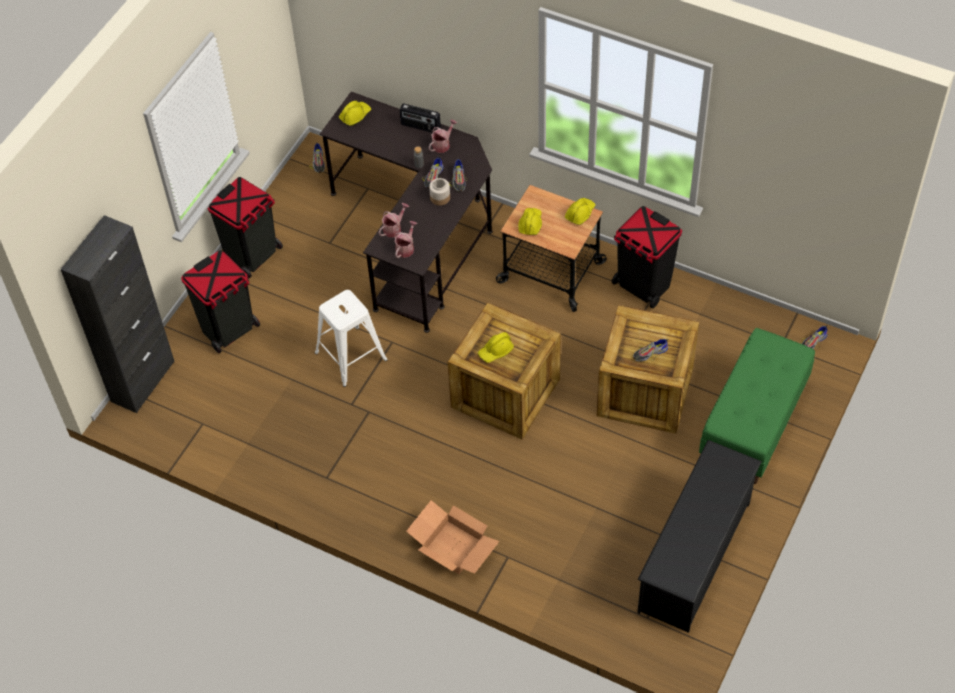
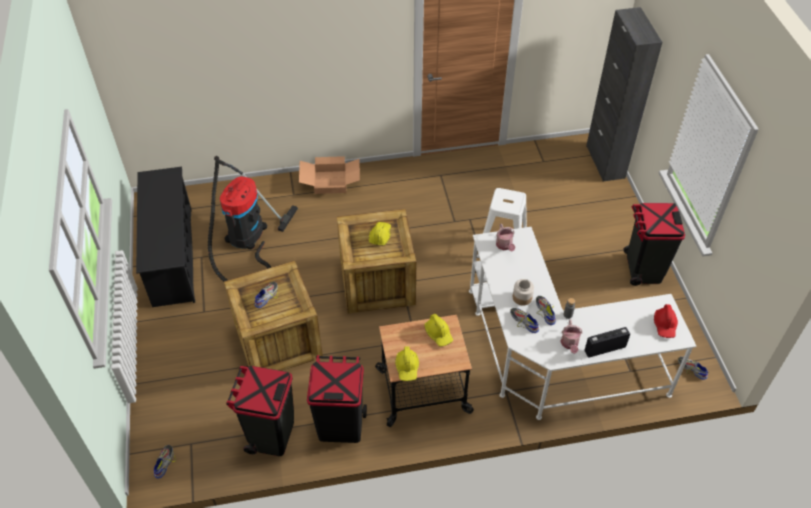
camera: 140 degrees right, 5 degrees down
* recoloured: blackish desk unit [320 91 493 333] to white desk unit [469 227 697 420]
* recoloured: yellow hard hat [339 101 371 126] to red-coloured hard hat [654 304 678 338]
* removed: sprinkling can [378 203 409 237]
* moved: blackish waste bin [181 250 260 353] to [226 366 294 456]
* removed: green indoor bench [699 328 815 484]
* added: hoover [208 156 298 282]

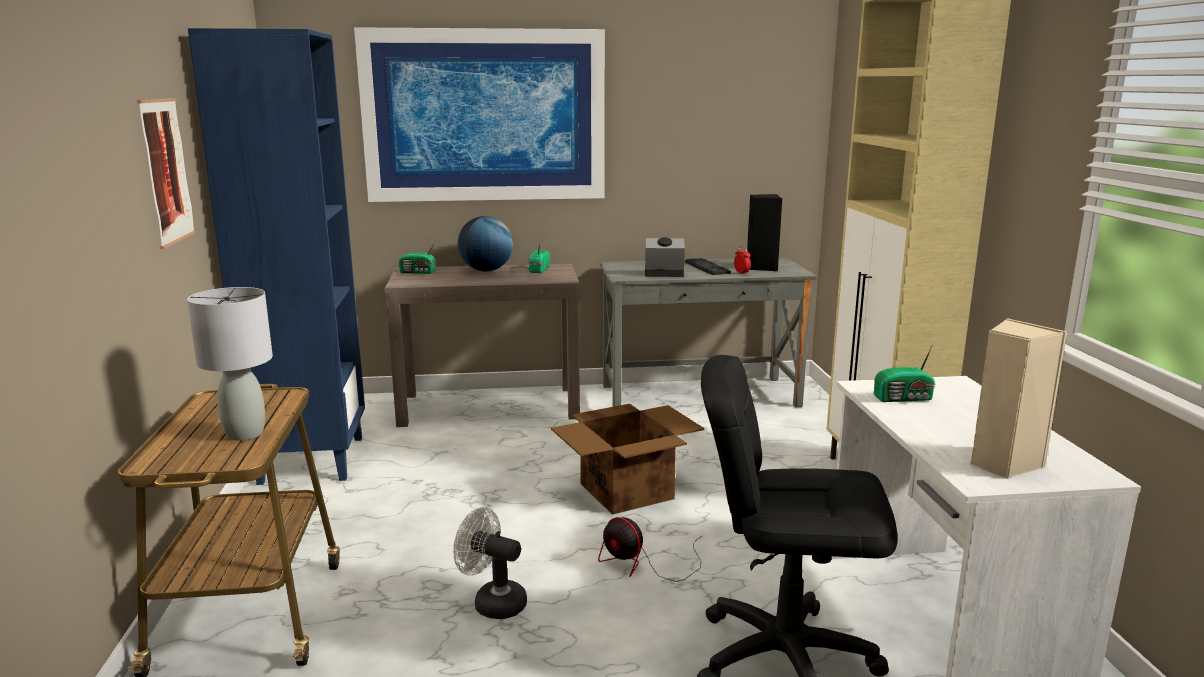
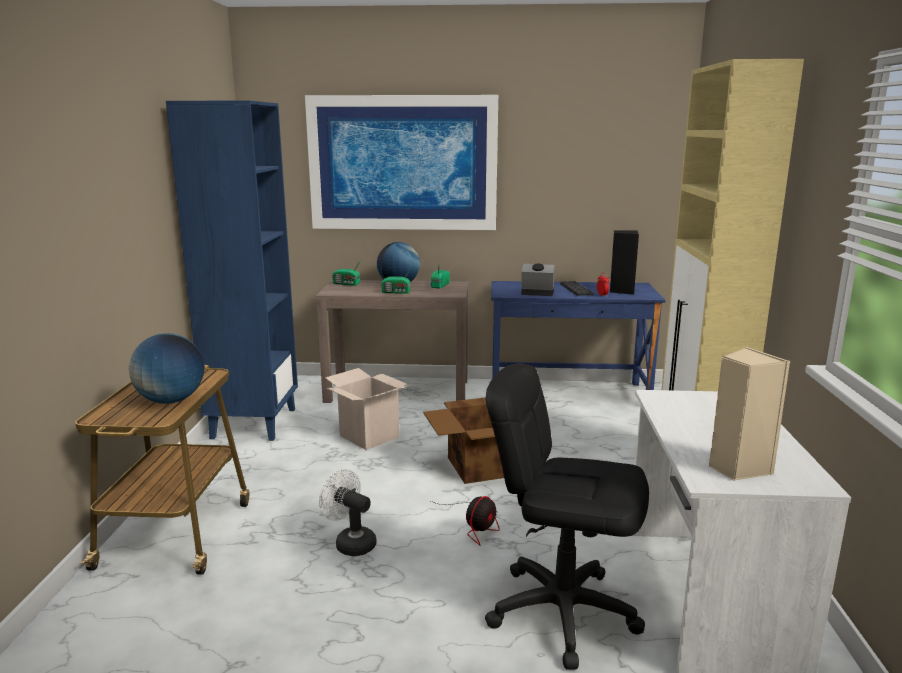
camera: 10 degrees right, 0 degrees up
* removed: picture [137 98 196 249]
* recoloured: gray desk unit [600 257 817 407] to blue desk unit [491 281 666 390]
* replaced: gray table lamp [187 287 273 441] to world globe [129 333 204 404]
* moved: radio set [874 344 935 402] to [381 265 412 294]
* turned: fan [598 517 703 582] = [431 496 500 546] 105 degrees counterclockwise
* added: packing box [325 368 409 450]

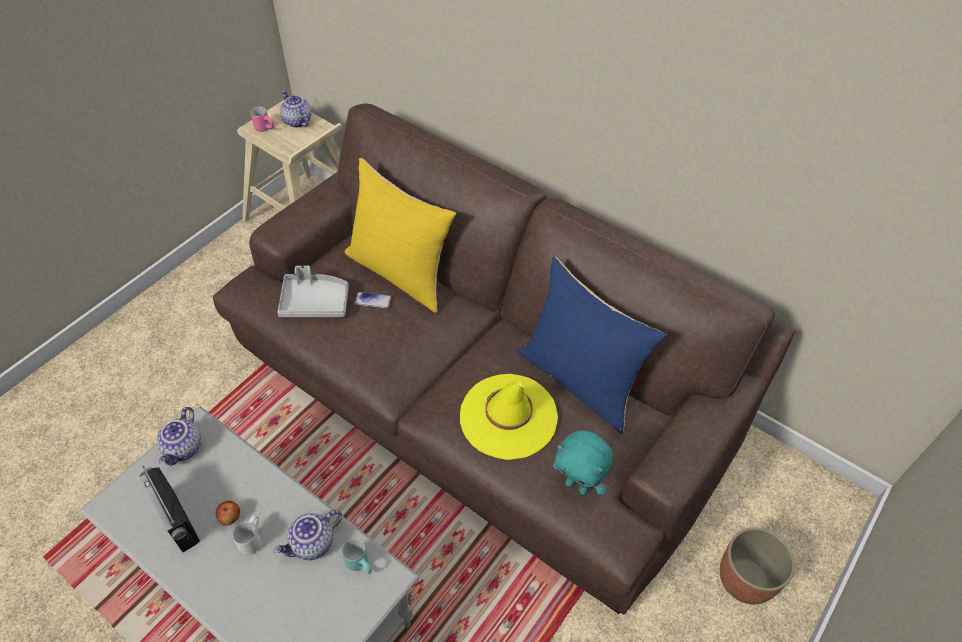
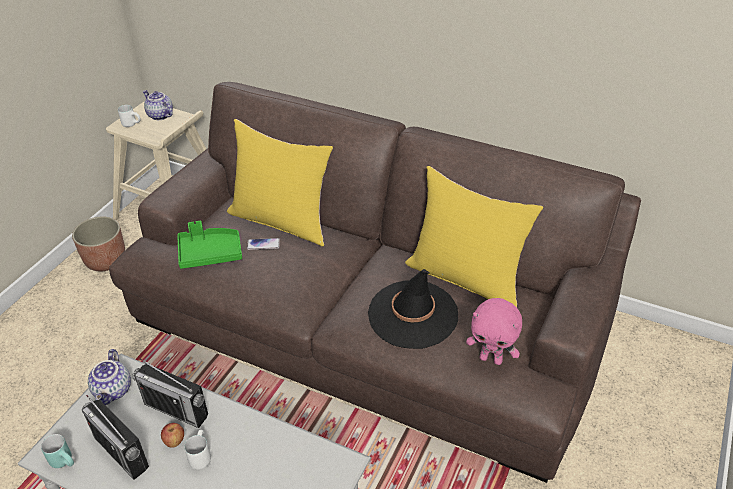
camera: 10 degrees left, 10 degrees down
* recoloured: pinkish coffee mug [251 107 274 132] to white coffee mug [118 105 141 127]
* recoloured: blue pillow [518 257 667 434] to yellow pillow [405 166 543 307]
* recoloured: gray serving tray [277 266 349 317] to green serving tray [177 221 242 269]
* recoloured: yellow clothing hat [460 374 558 460] to blackish clothing hat [368 269 458 349]
* recoloured: blue-green cuddly toy [553 430 613 495] to pinkish cuddly toy [466 298 522 365]
* removed: teapot [273 510 342 560]
* moved: planter [720 527 795 605] to [72 217 125 271]
* moved: blue-green coffee mug [342 538 372 574] to [41 434 74 468]
* added: radio set [132 358 208 428]

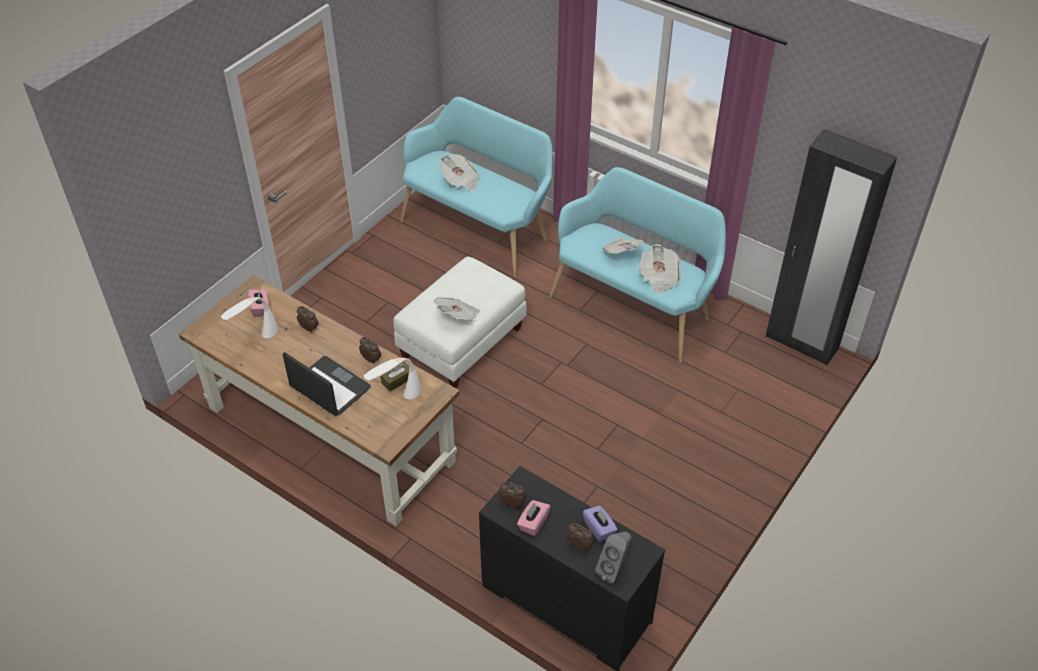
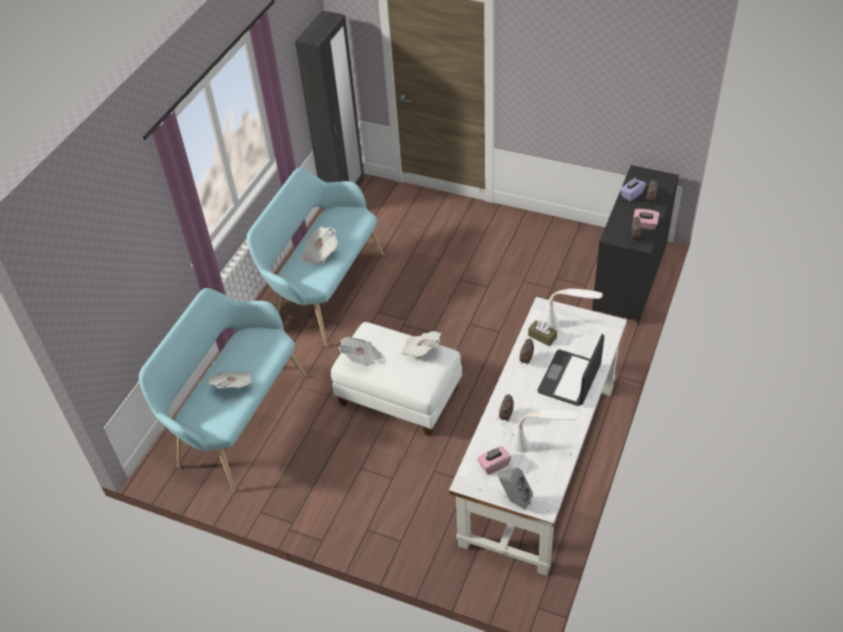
camera: 100 degrees left, 0 degrees up
* moved: daily paper [639 244 681 294] to [338 337 385 366]
* recoloured: brownish desk unit [179 275 460 526] to white desk unit [449 297 627 576]
* moved: gray speaker [595 532 632 584] to [499 468 533 510]

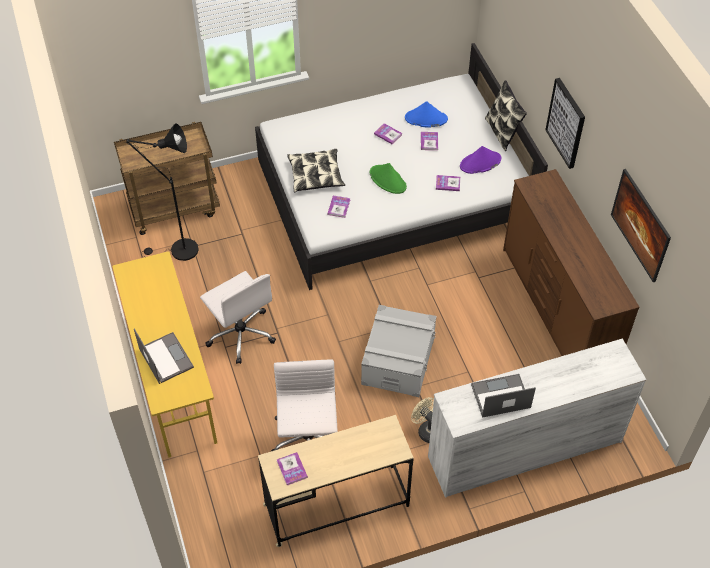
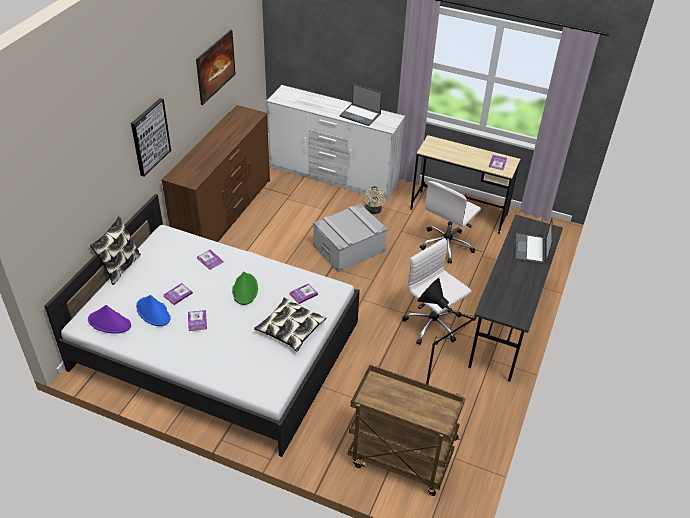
camera: 140 degrees left, 10 degrees down
* moved: purplish clothing hat [460 146 501 174] to [88 305 131 334]
* recoloured: yellow desk unit [112 251 217 457] to gray desk unit [468 215 563 382]
* turned: white desk chair [200 271 276 364] = [402 238 472 345] 45 degrees counterclockwise

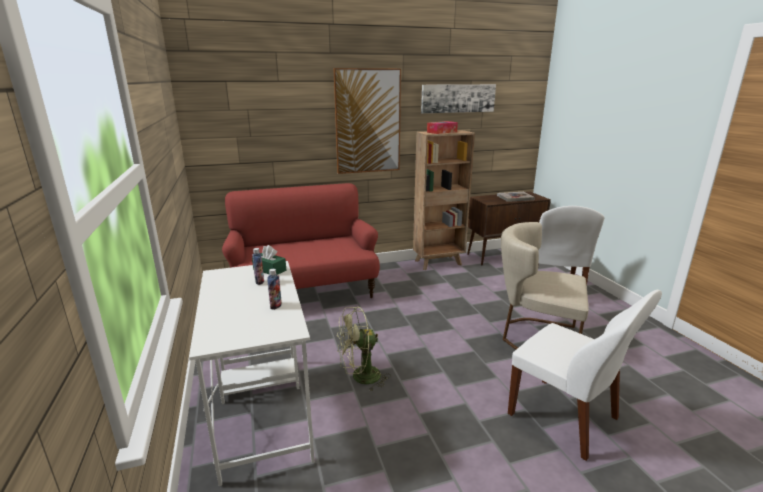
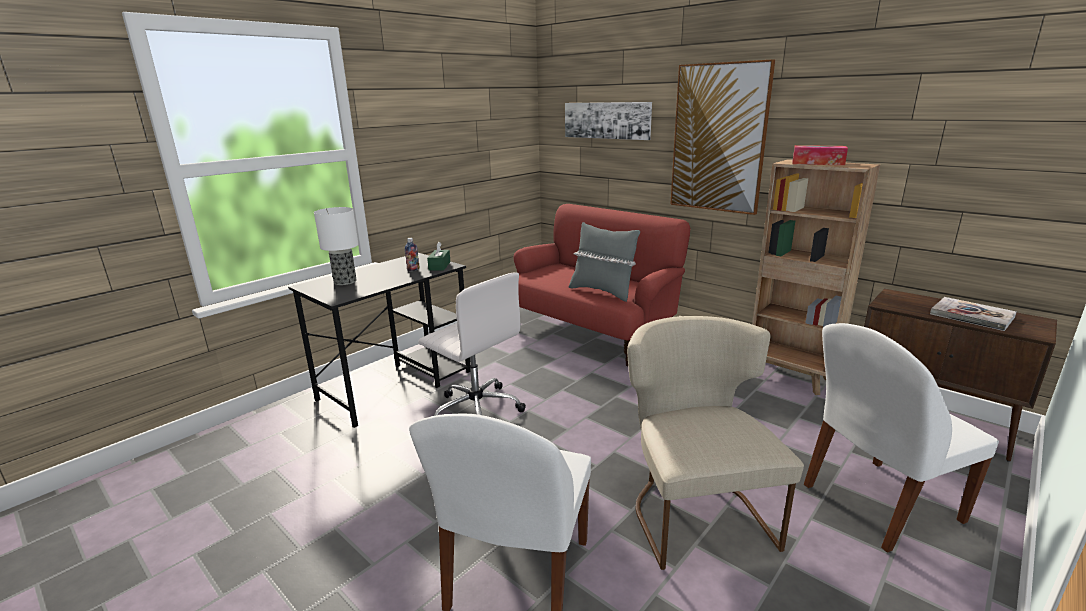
camera: 60 degrees right, 0 degrees up
* moved: picture [421 84 496 113] to [565 102 652 140]
* recoloured: white desk unit [189 261 315 486] to blackish desk unit [288 253 470 428]
* removed: beverage bottle [267 269 282 310]
* replaced: green fan [337 307 391 392] to white desk chair [418 272 526 416]
* added: table lamp [314 207 358 285]
* added: gray pillow [569 222 640 302]

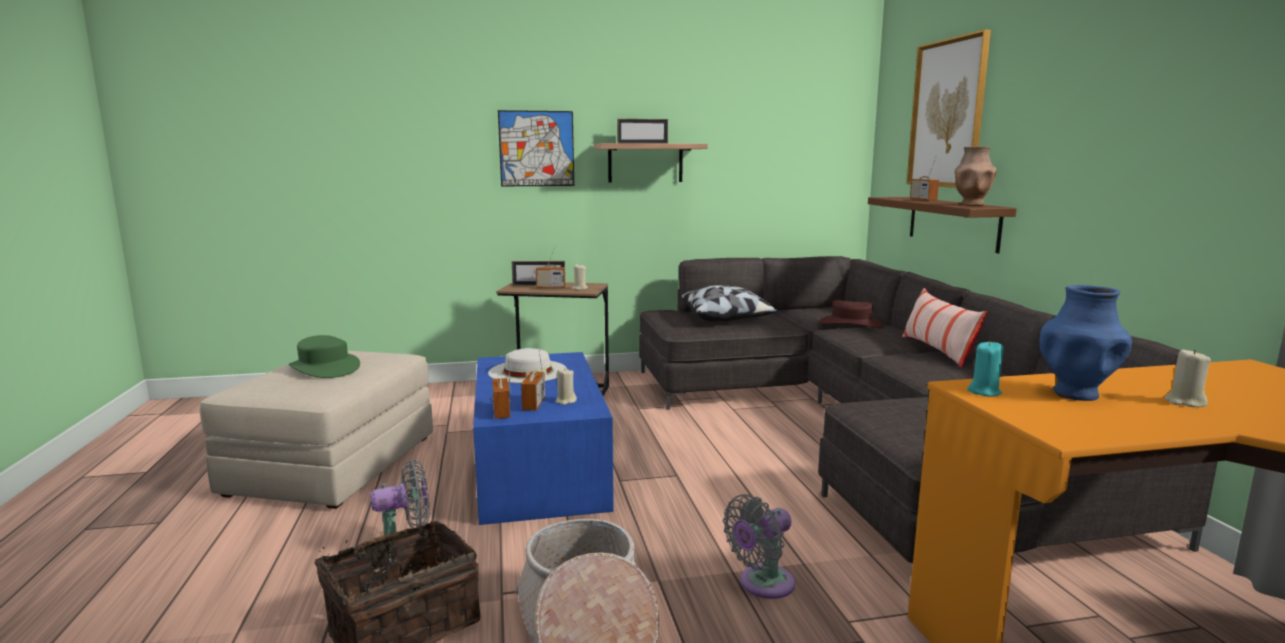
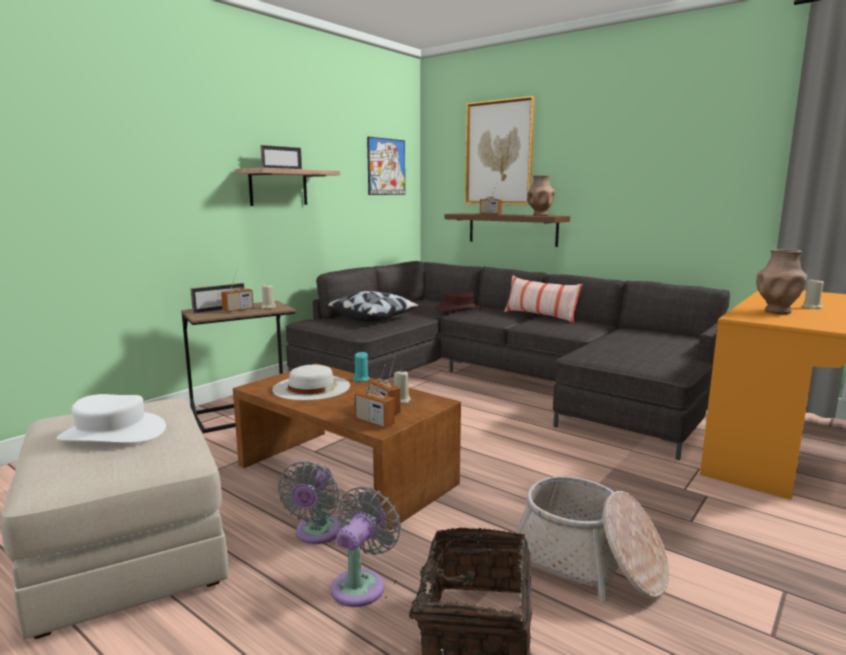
camera: 40 degrees left, 0 degrees up
* moved: picture [498 110 574 186] to [367 137 405 195]
* recoloured: blue vase [1040 285 1132 401] to brownish vase [756 249 807 314]
* recoloured: green clothing hat [289 335 360 378] to white clothing hat [57 394 166 443]
* moved: blue-green candle [967 341 1004 396] to [353 352 370 382]
* recoloured: blue coffee table [473 352 614 525] to brownish coffee table [233 363 461 531]
* moved: gray fan [723 494 795 599] to [278 461 342 544]

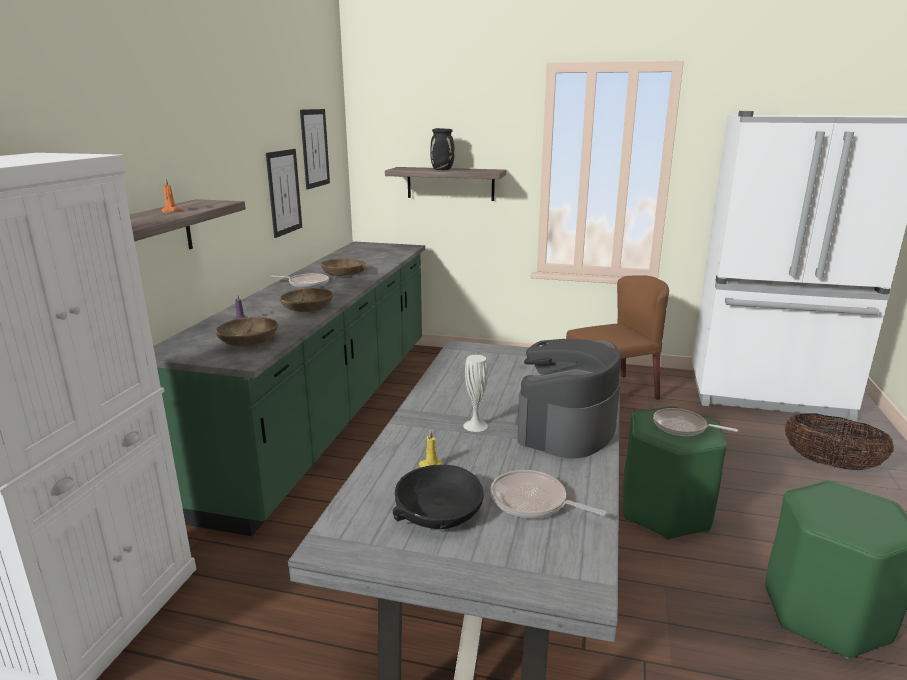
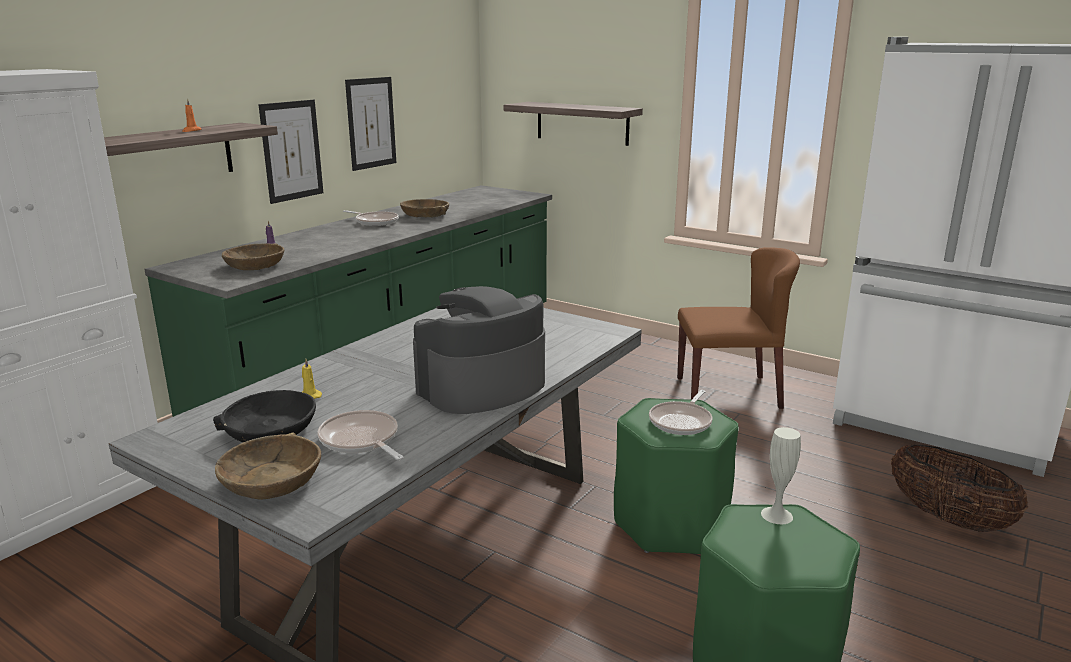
camera: 20 degrees right, 0 degrees up
* moved: picture [300 109 330 190] to [258 100 323 204]
* removed: blackish vase [431 128 455 170]
* moved: brownish bowl [280 288 333 312] to [215 432 321 500]
* moved: white vase [463 355 488 432] to [761 427 801 524]
* turned: pan [653 408 738 436] = [649 390 713 435] 105 degrees counterclockwise

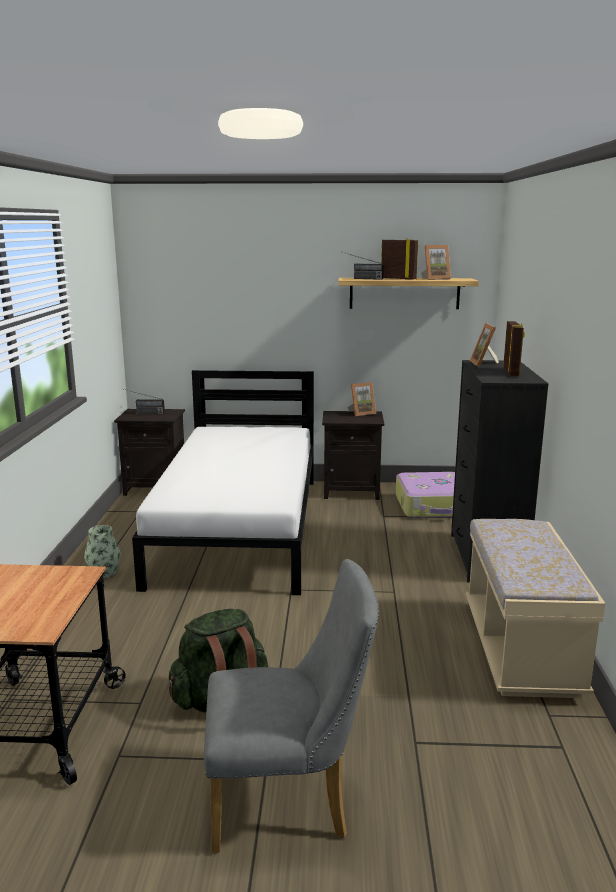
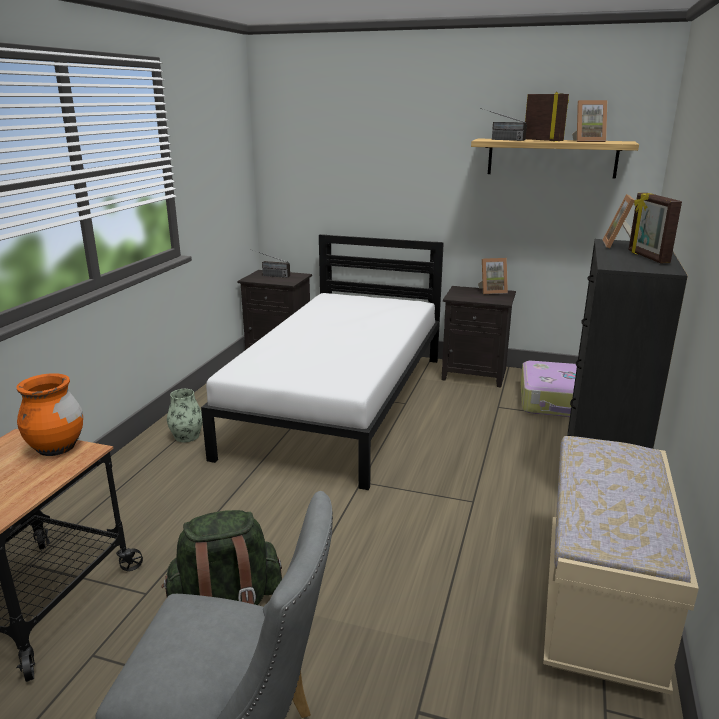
camera: 15 degrees right, 5 degrees up
* turned: photo frame [503 321 525 376] = [628 193 682 263] 150 degrees clockwise
* added: orange-coloured vase [17 373 83 456]

